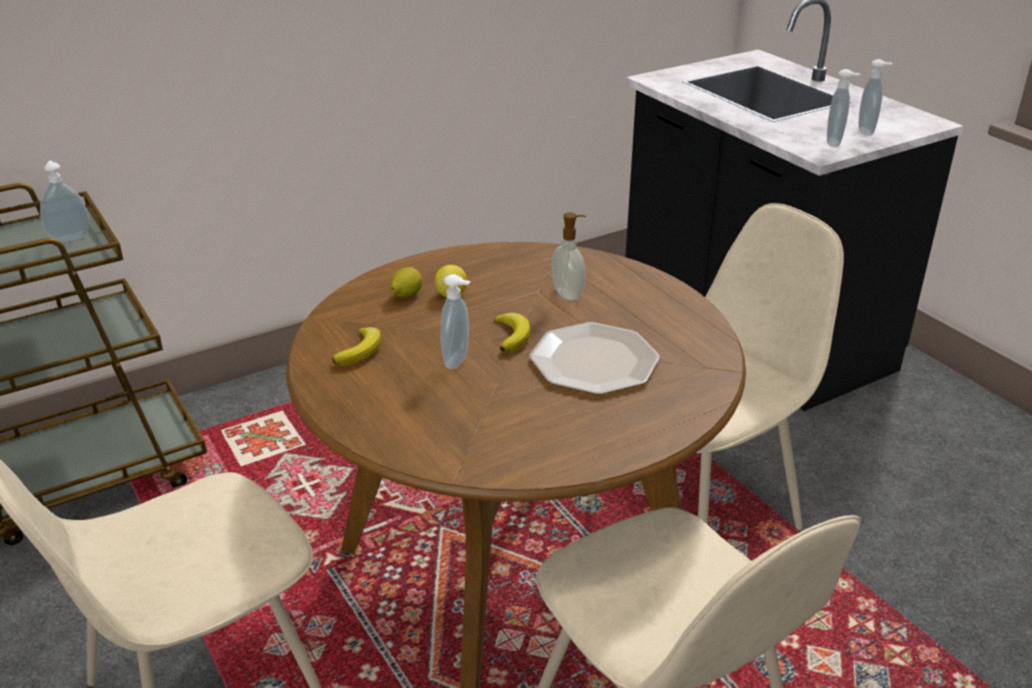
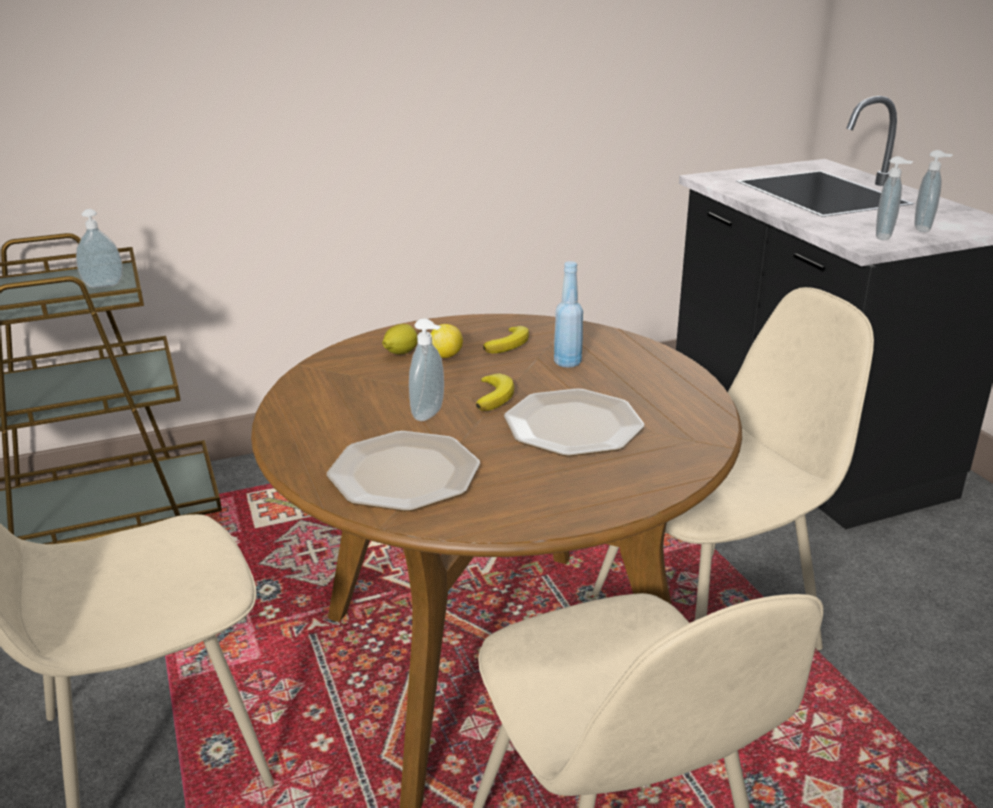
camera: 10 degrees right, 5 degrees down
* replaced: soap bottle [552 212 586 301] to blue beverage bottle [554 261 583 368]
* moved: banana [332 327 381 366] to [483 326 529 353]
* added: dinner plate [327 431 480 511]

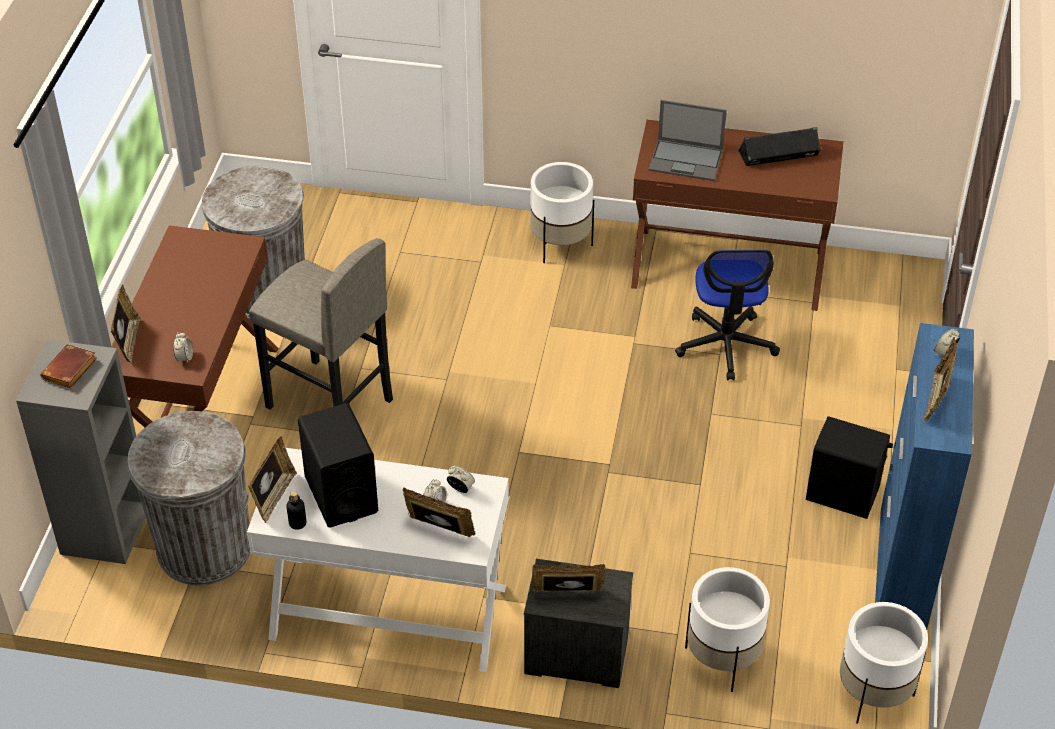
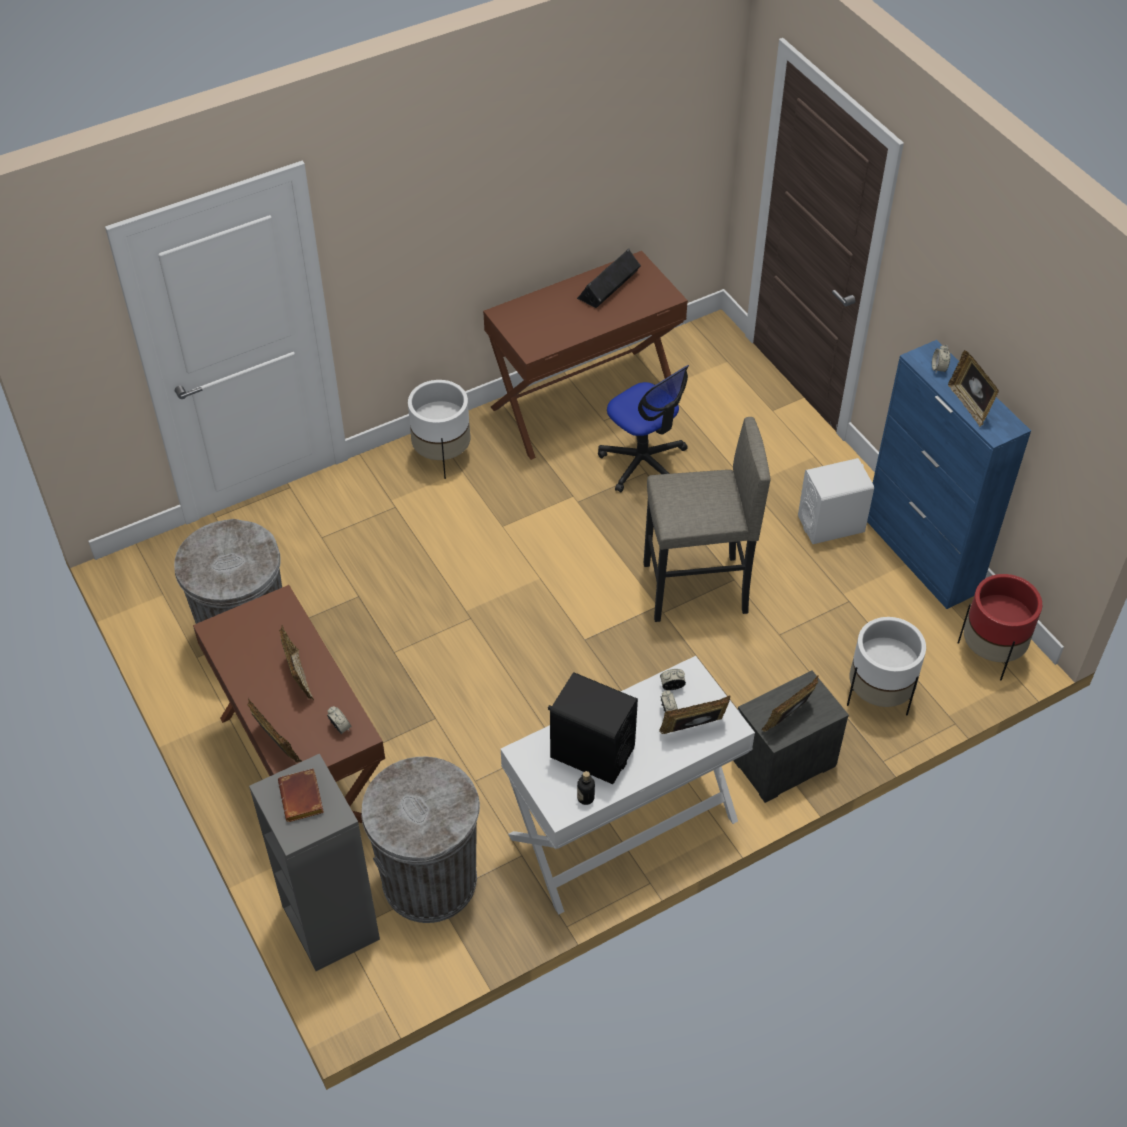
camera: 40 degrees left, 5 degrees up
* removed: laptop [649 100 727 181]
* moved: gray stool [249 238 393 410] to [644 417 771 622]
* recoloured: blackish speaker [806 416 893 519] to white speaker [798 458 874 544]
* moved: photo frame [248 437 297 523] to [279 625 314 700]
* recoloured: white planter [840 602 928 724] to red-coloured planter [958 574 1042 681]

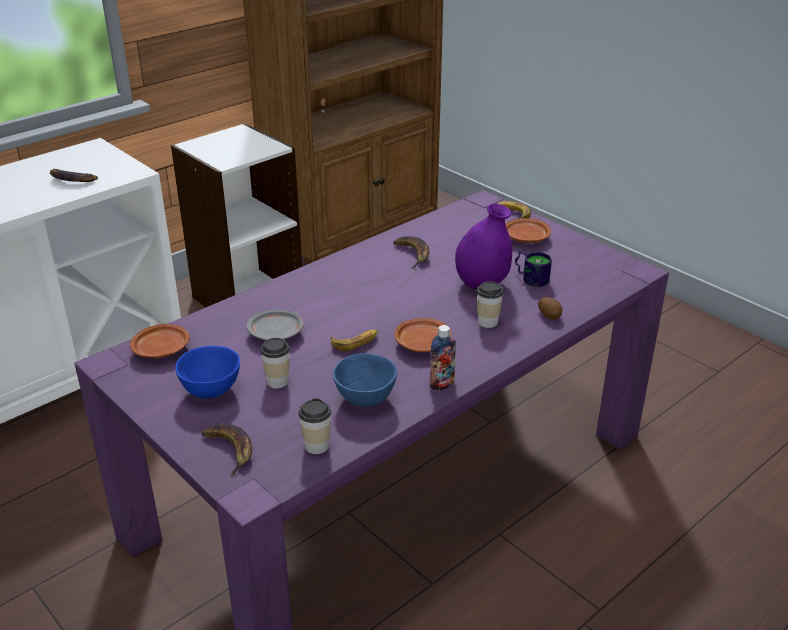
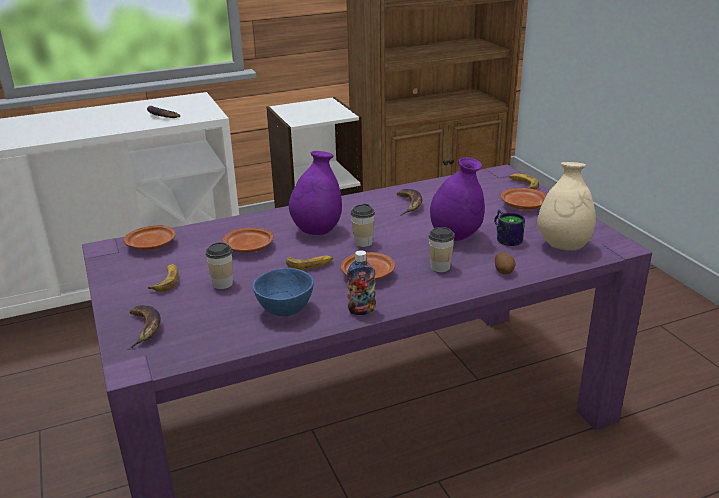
camera: 20 degrees right, 5 degrees down
* recoloured: gray dinner plate [246 309 303 341] to brownish dinner plate [223 227 273 252]
* replaced: blue bowl [175 346 240 398] to banana [148 264 178 292]
* moved: cup [299 398 331 454] to [351 204 375 247]
* added: purplish vase [289 151 342 235]
* added: beige vase [537 162 596 250]

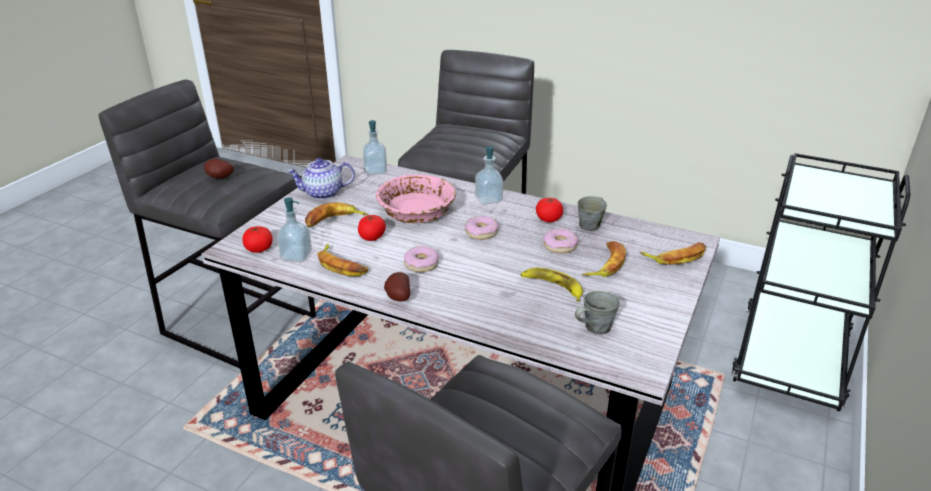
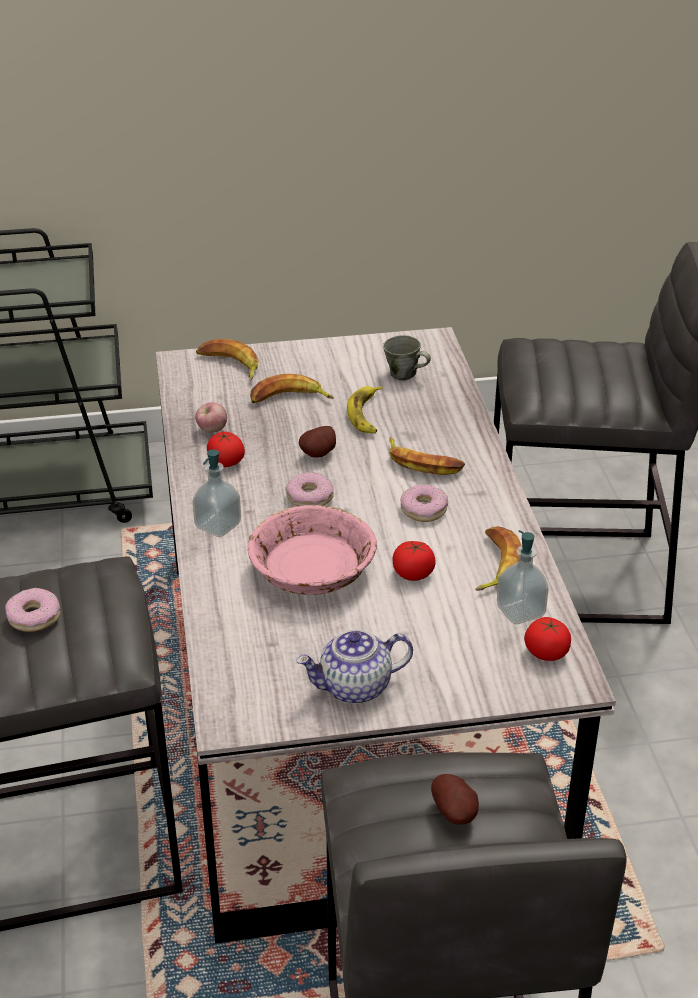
camera: 125 degrees left, 5 degrees up
* removed: soap bottle [363 120 387 175]
* turned: teapot [287 158 355 200] = [296 629 413 704] 120 degrees clockwise
* replaced: gray coffee mug [578 196 607 231] to whole apple [195 402 227 433]
* moved: banana [305 202 369 228] to [389 436 465 475]
* moved: donut [543 229 578 253] to [5 588 60 632]
* moved: potato [384 272 410 301] to [299 426 336 457]

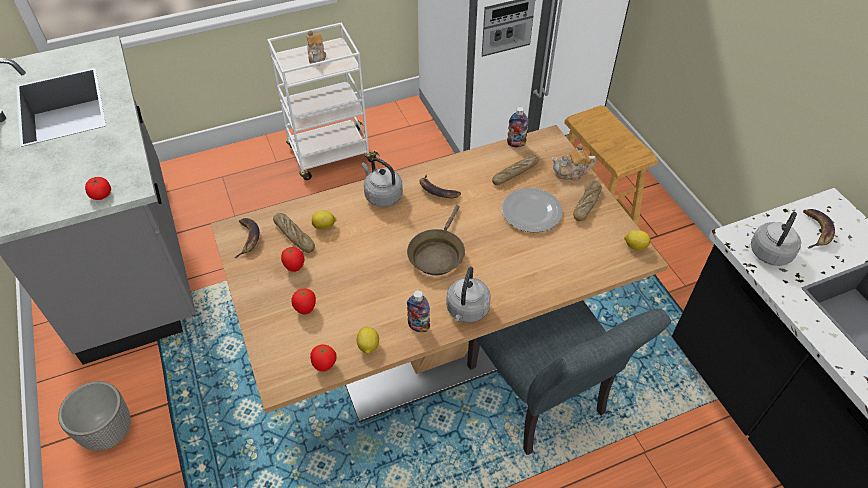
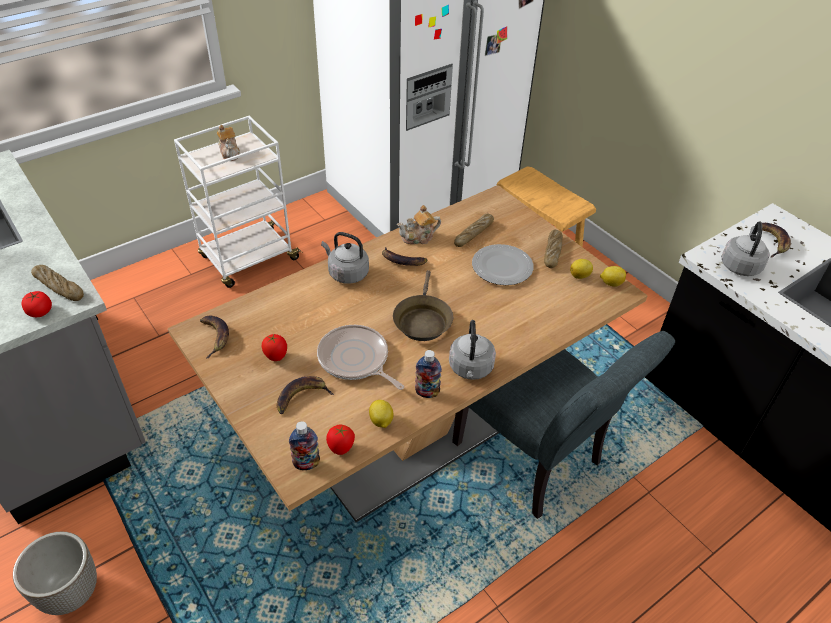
camera: 15 degrees left, 5 degrees down
* moved: beverage bottle [507 107 529 147] to [289 421 320 470]
* moved: teapot [552 144 596 181] to [397 205 441 244]
* moved: whole lemon [312 210 336 230] to [570 259 593 279]
* moved: baked bread [273 213 315 253] to [31 265 84 301]
* replaced: tomato [292 289 316 314] to banana [277 376 334 414]
* added: pan [317 325 404 390]

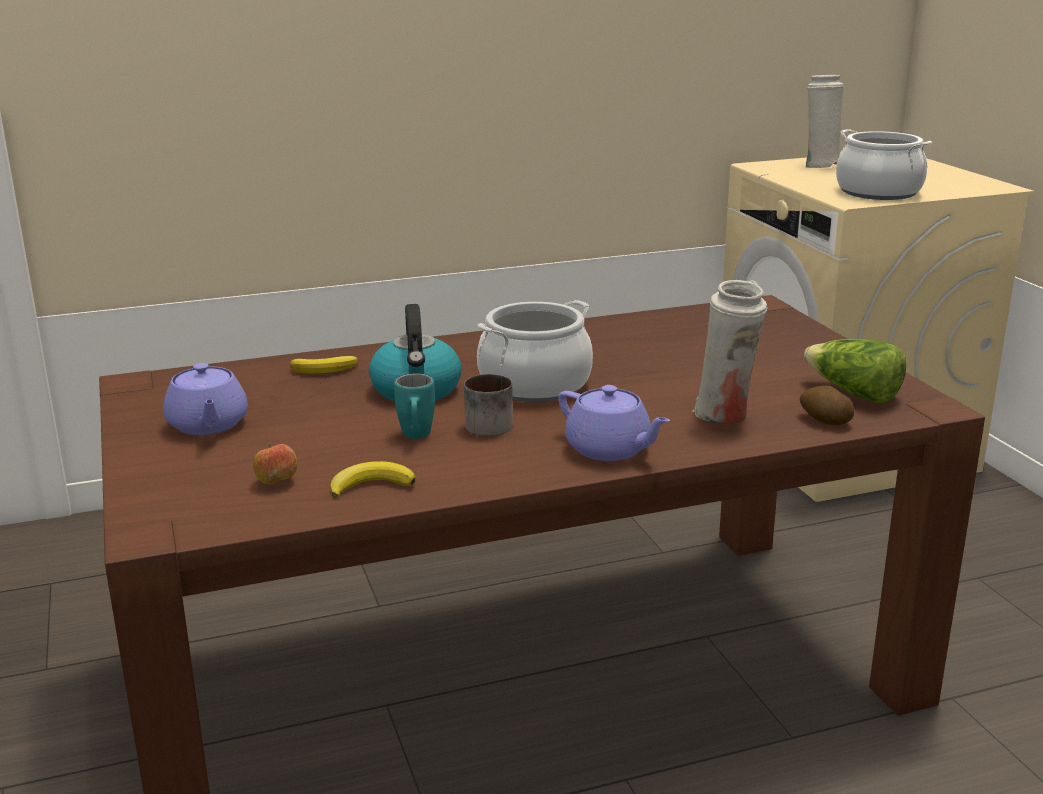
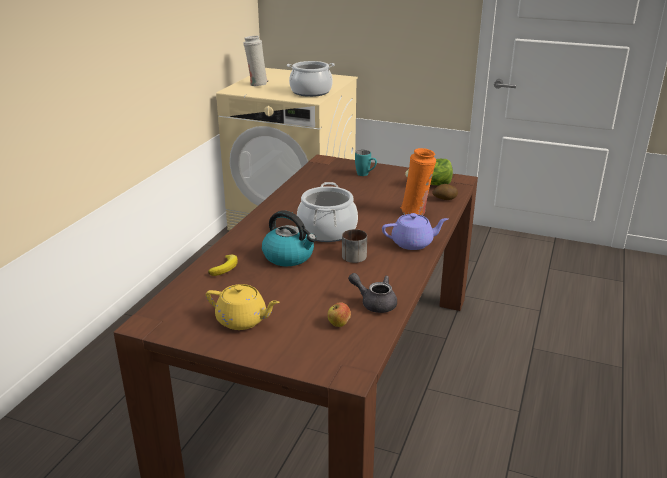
camera: 50 degrees left, 5 degrees up
* recoloured: white vase [693 280 767 424] to orange-coloured vase [401 148 436 215]
* recoloured: purplish teapot [163 363 248 435] to yellow teapot [206 284 280 330]
* moved: blue-green coffee mug [394 373 435 439] to [355 150 377 176]
* replaced: banana [331 461 416 499] to gray teapot [348 273 397 313]

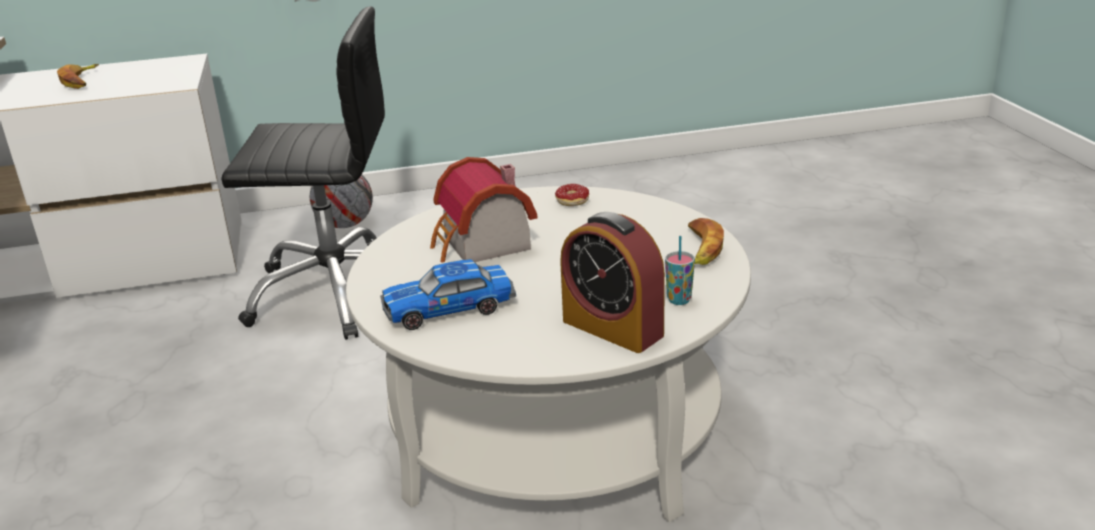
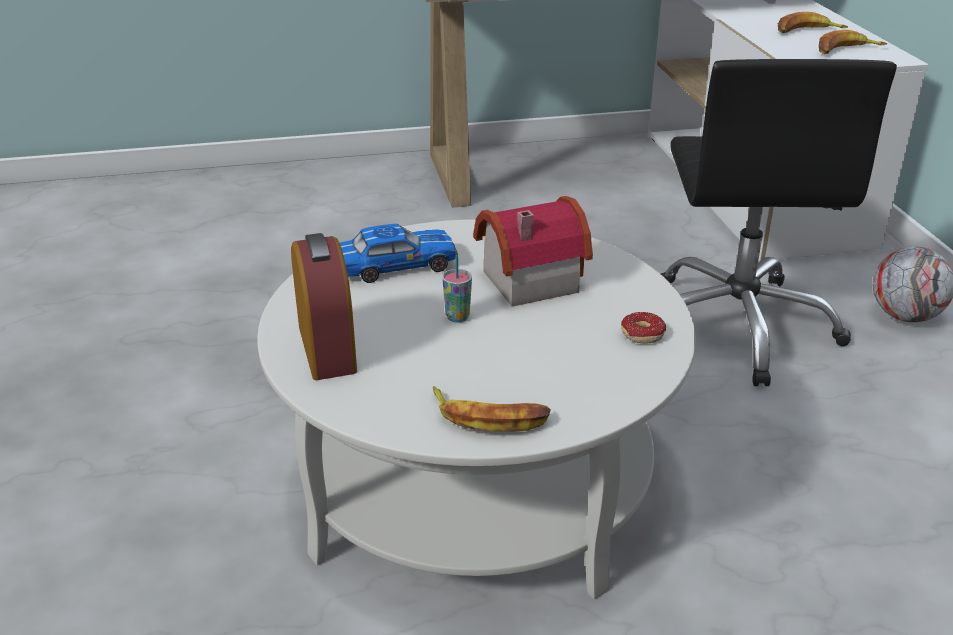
camera: 90 degrees right, 5 degrees up
* turned: alarm clock [560 212 665 353] = [291 233 357 380] 120 degrees clockwise
* moved: cup [665 236 695 305] to [442 254 472 323]
* turned: toy car [380 259 516 330] = [340 224 458 283] 90 degrees clockwise
* added: banana [819 30 887 54]

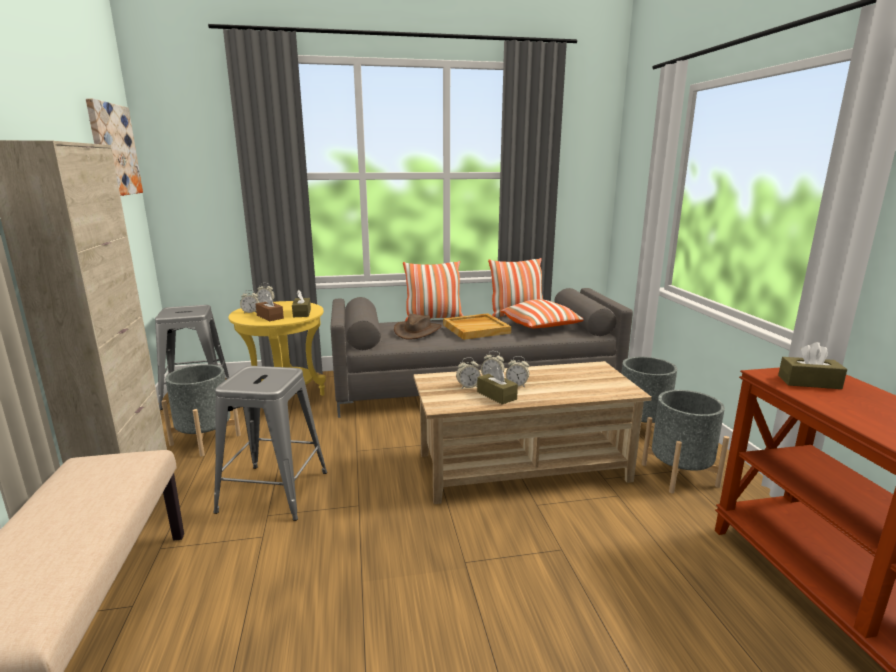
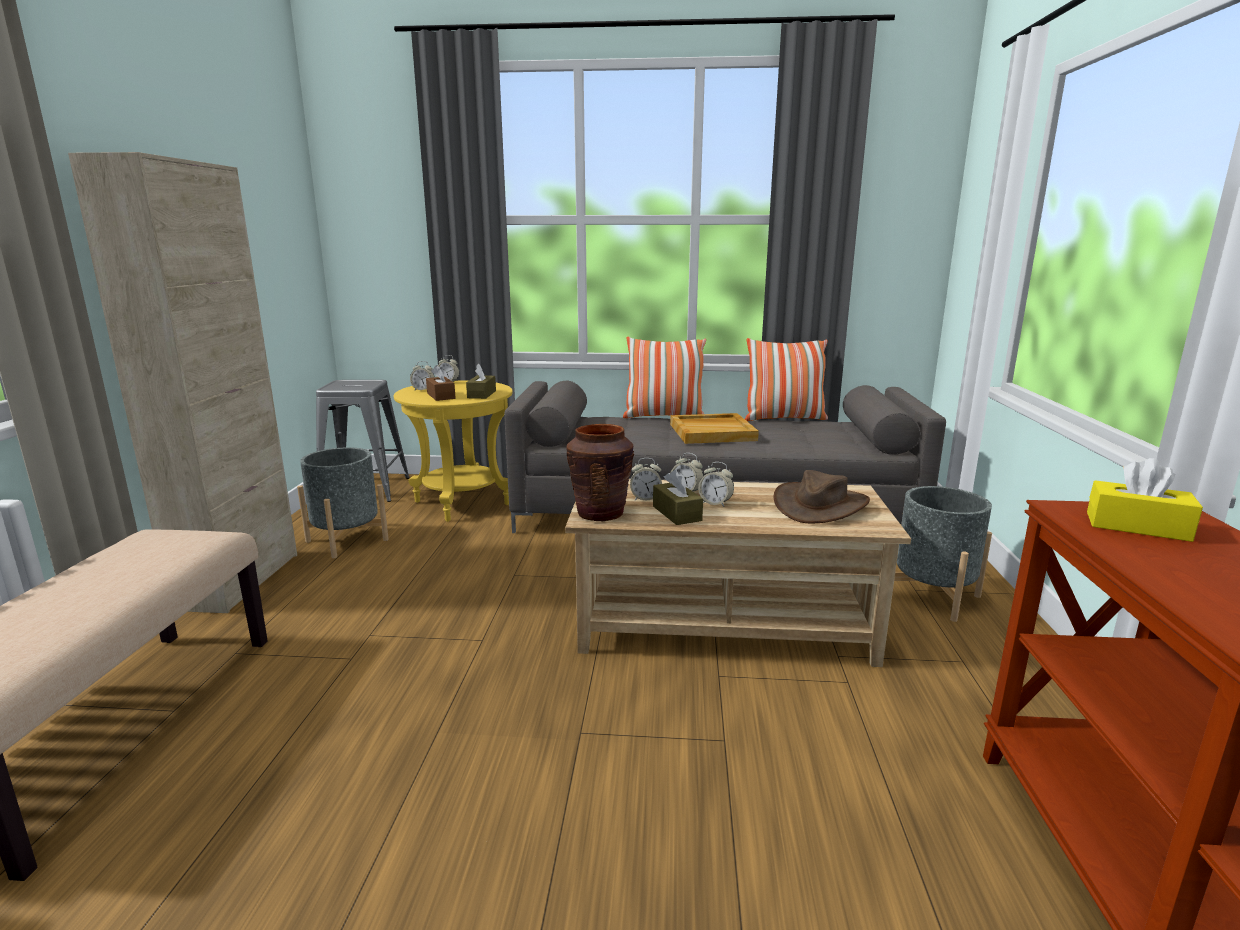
camera: 15 degrees right, 0 degrees up
* removed: picture [86 98 143 196]
* removed: pillow [501 299 584 328]
* moved: brownish clothing hat [394 314 442 340] to [774 470 870 523]
* recoloured: brownish box of tissues [778 342 847 389] to yellow box of tissues [1087 458 1203 542]
* removed: gray stool [214 366 327 521]
* removed: gray planter [642 390 729 494]
* added: brownish vase [567 424 634 521]

